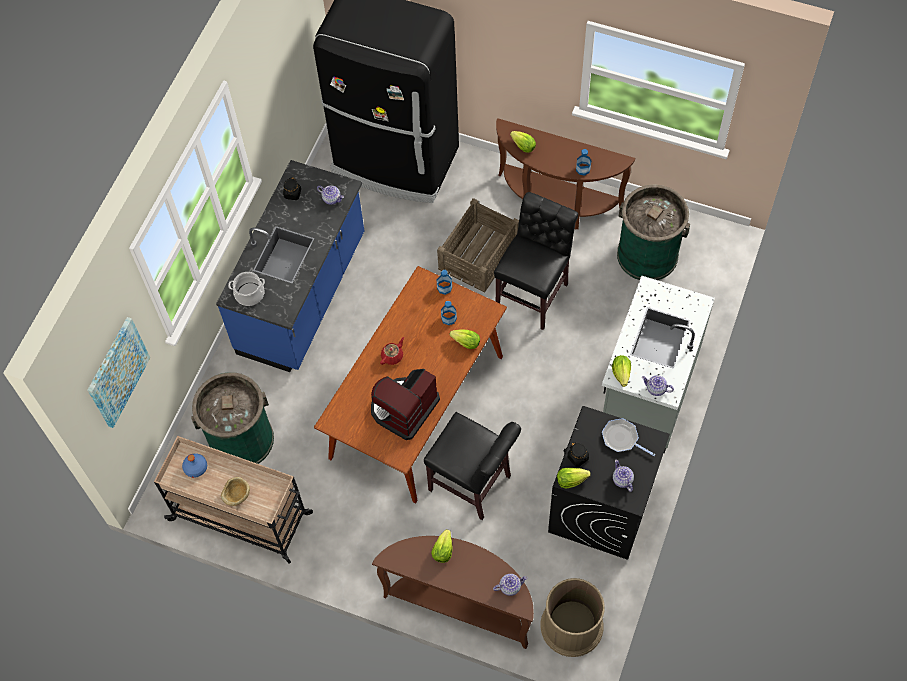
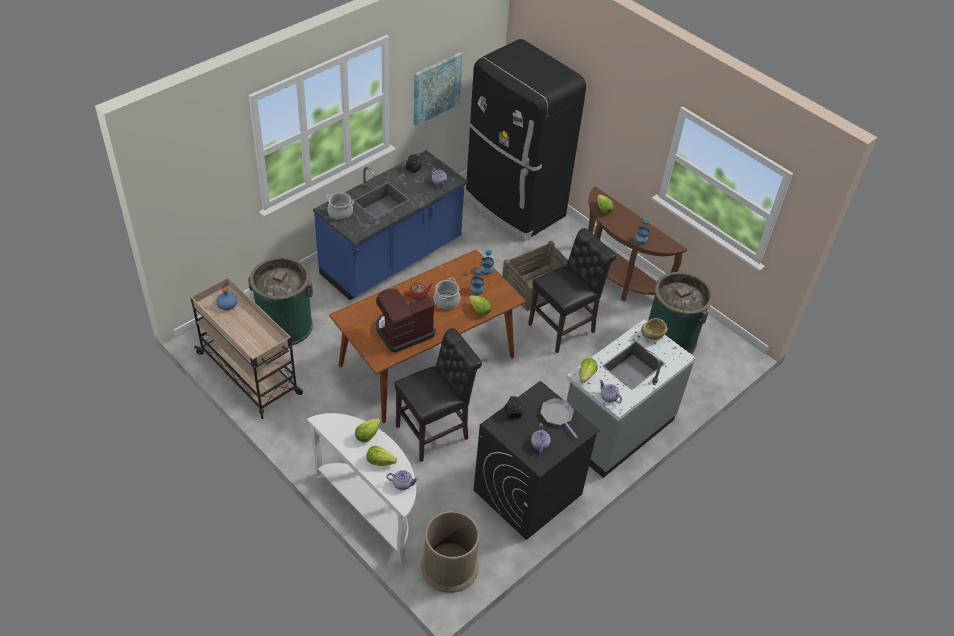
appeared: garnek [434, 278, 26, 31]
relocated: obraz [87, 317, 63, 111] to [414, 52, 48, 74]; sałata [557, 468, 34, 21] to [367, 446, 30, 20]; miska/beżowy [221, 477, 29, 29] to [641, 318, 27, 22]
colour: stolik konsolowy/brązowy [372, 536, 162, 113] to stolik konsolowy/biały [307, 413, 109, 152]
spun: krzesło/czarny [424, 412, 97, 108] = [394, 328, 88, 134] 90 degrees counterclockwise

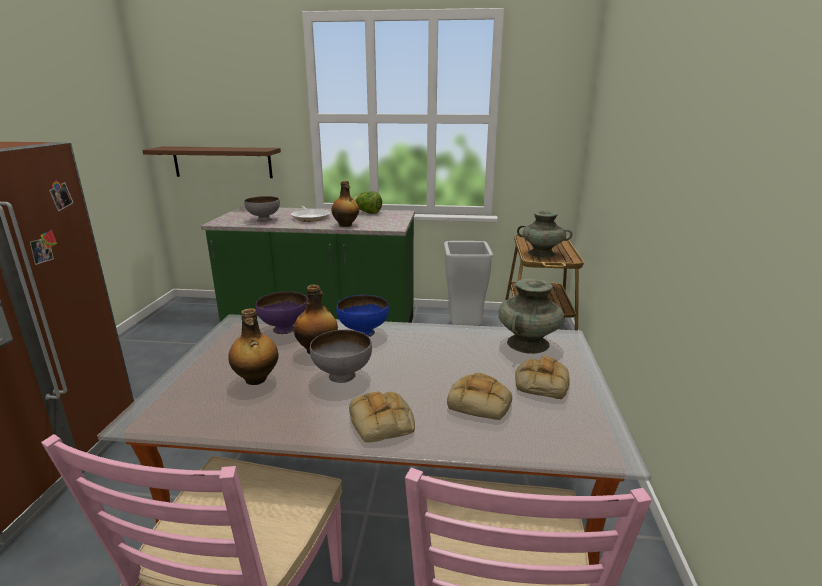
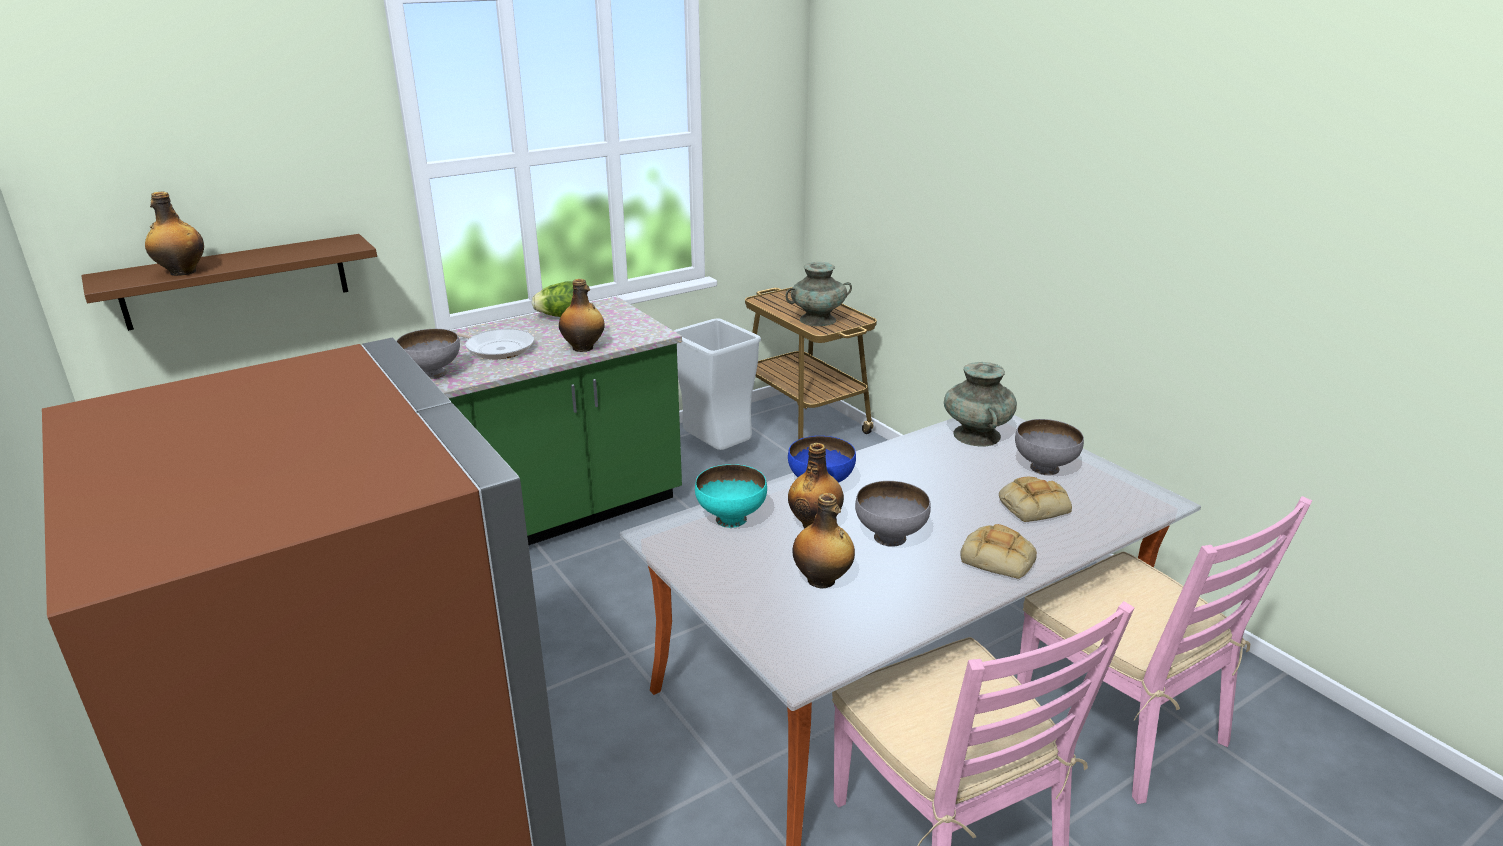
appeared: butelka [145, 192, 59, 84]
exchanged: chleb [515, 356, 55, 43] to miska/szary [1015, 419, 69, 56]
colour: miska/fioletowy [256, 292, 51, 42] to miska/turkusowy [695, 464, 72, 64]

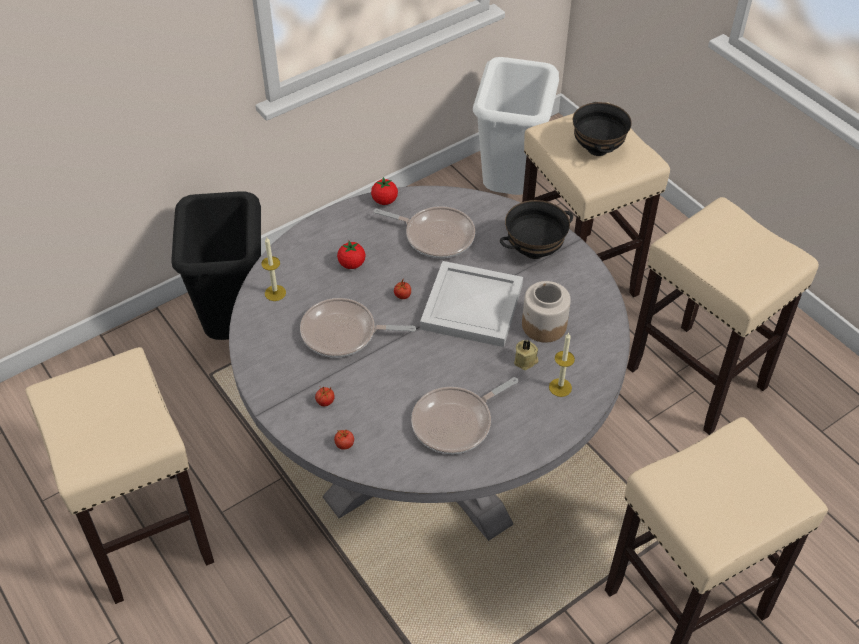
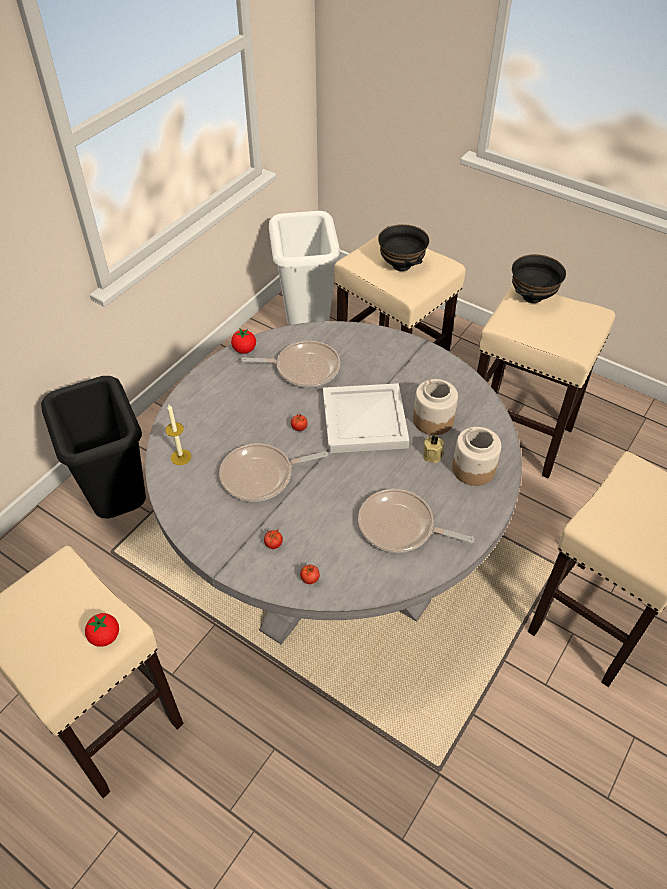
relocated: miska/czarny [500, 200, 73, 59] to [512, 254, 54, 49]; pomidor [337, 241, 29, 28] to [85, 613, 34, 34]
exchanged: świeca [549, 332, 26, 65] to słoik [452, 427, 49, 59]
spun: patelnia [411, 377, 107, 77] = [358, 489, 116, 64] 75 degrees clockwise

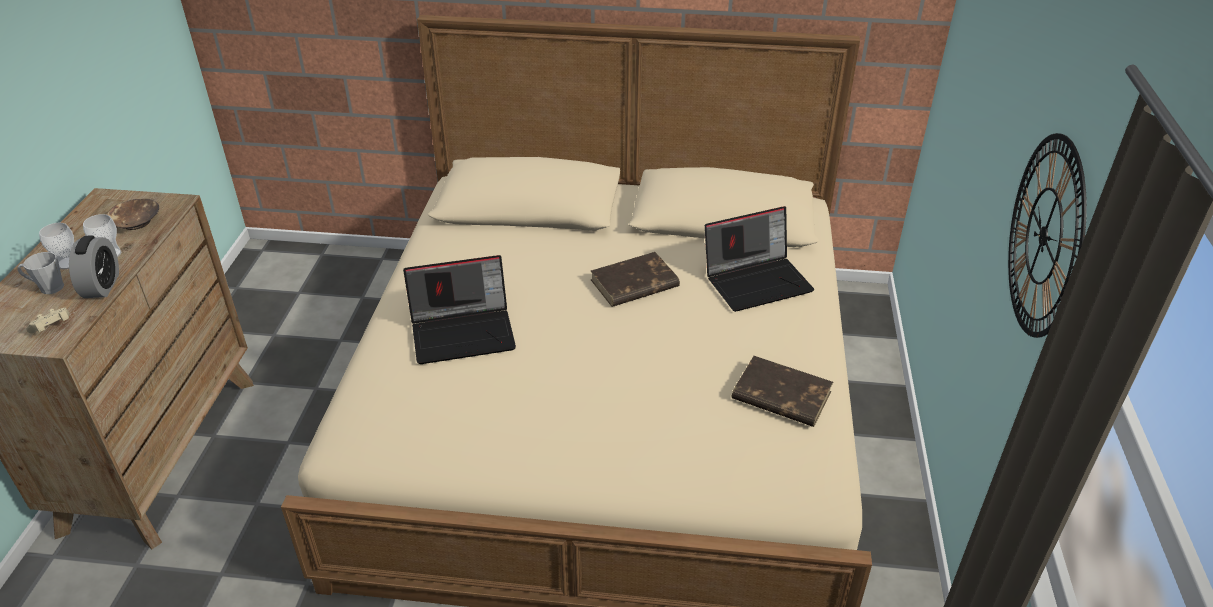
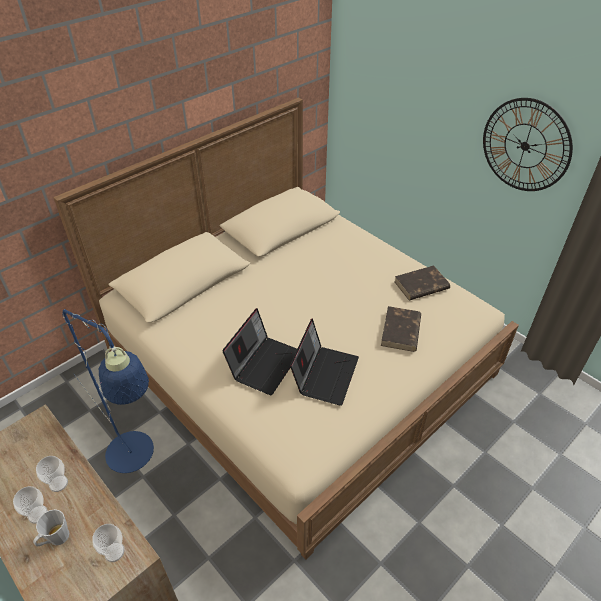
missing: miska/brązowy [107, 199, 52, 31]; budzik [69, 235, 50, 63]
appeared: lampa stojąca/niebieski [63, 309, 91, 164]
relocated: laptop [705, 206, 109, 106] to [290, 319, 69, 87]; książka/brązowy [591, 252, 89, 55] to [381, 306, 40, 46]
exchanged: pad do gier/beżowy [26, 308, 44, 25] to filiżanka [92, 524, 32, 38]

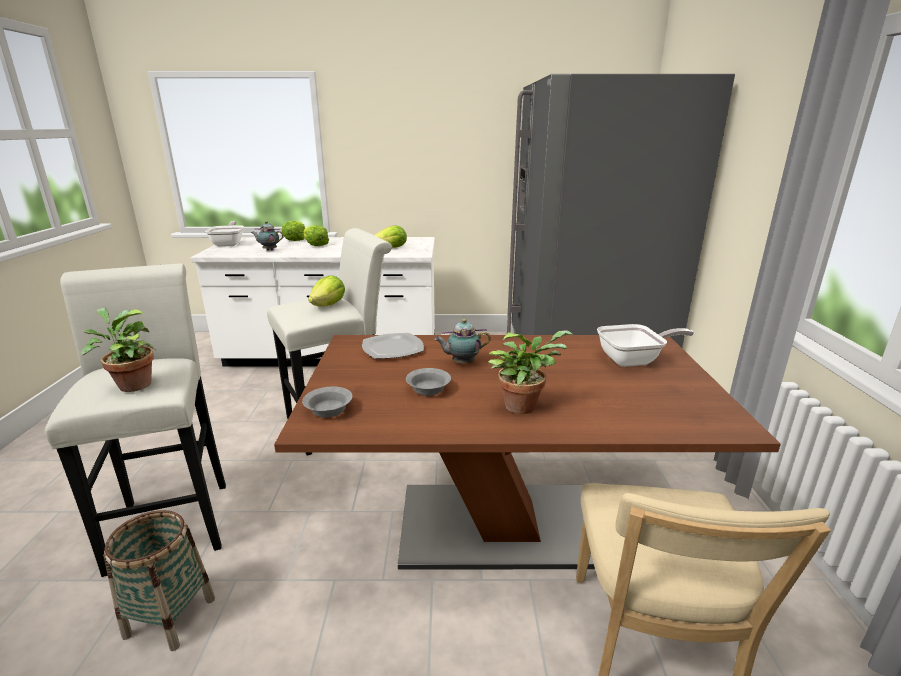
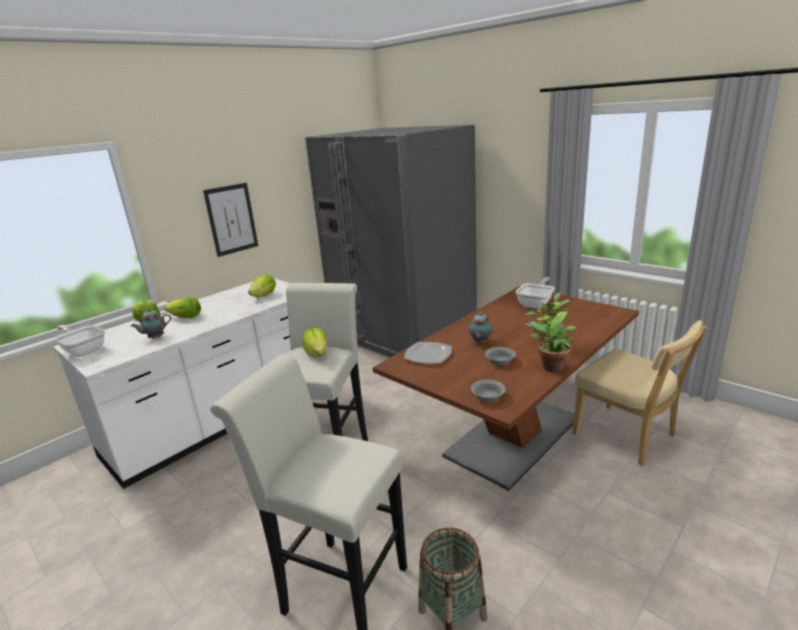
appeared: obraz [203, 183, 55, 74]
relocated: roślina doniczkowa [81, 307, 75, 85] to [523, 311, 54, 61]

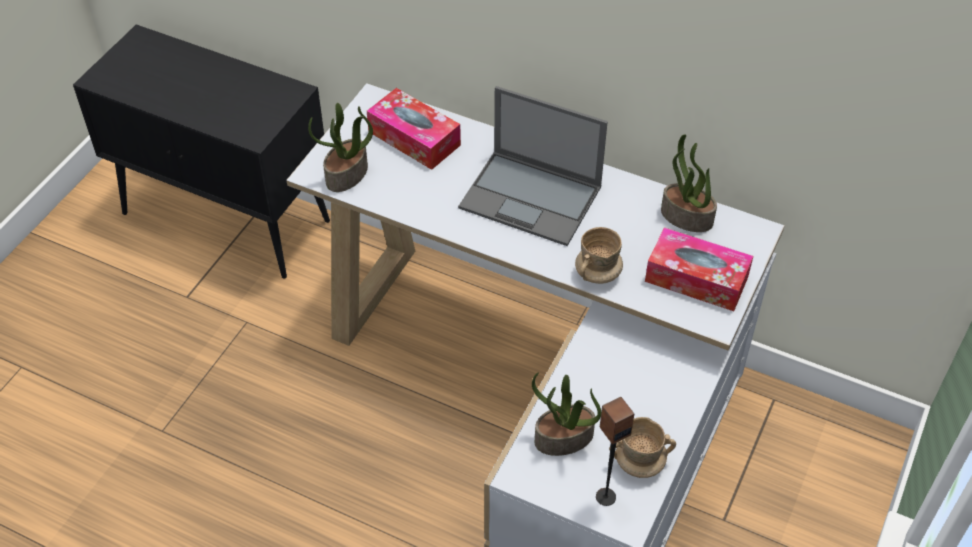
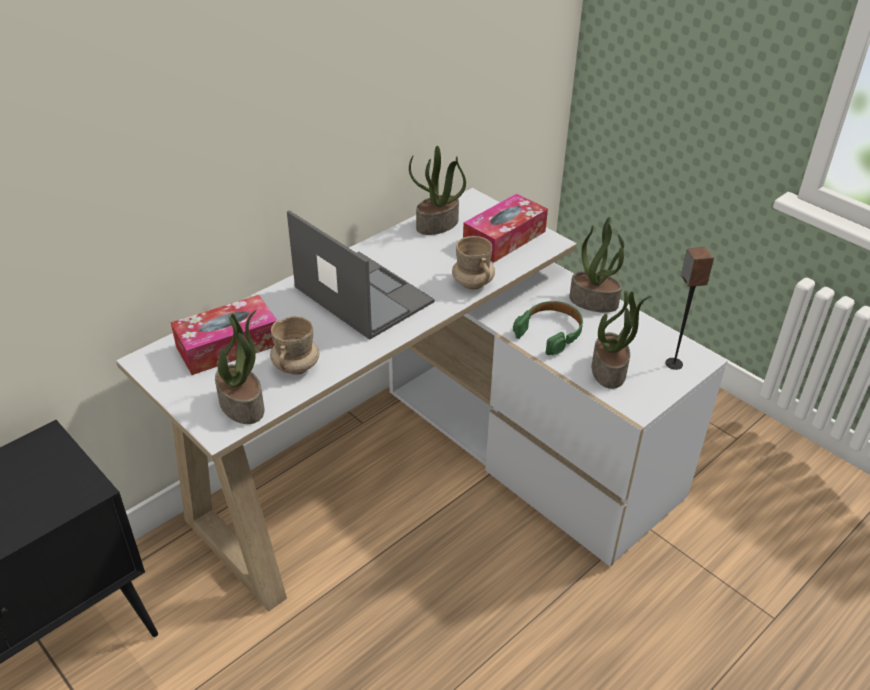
appeared: roślina doniczkowa [569, 217, 55, 96]; słuchawki/zielony [513, 301, 70, 54]
relocated: kubek/beżowy [609, 417, 67, 61] to [270, 316, 50, 59]
spun: laptop [458, 86, 150, 160] = [287, 210, 148, 130] 90 degrees counterclockwise

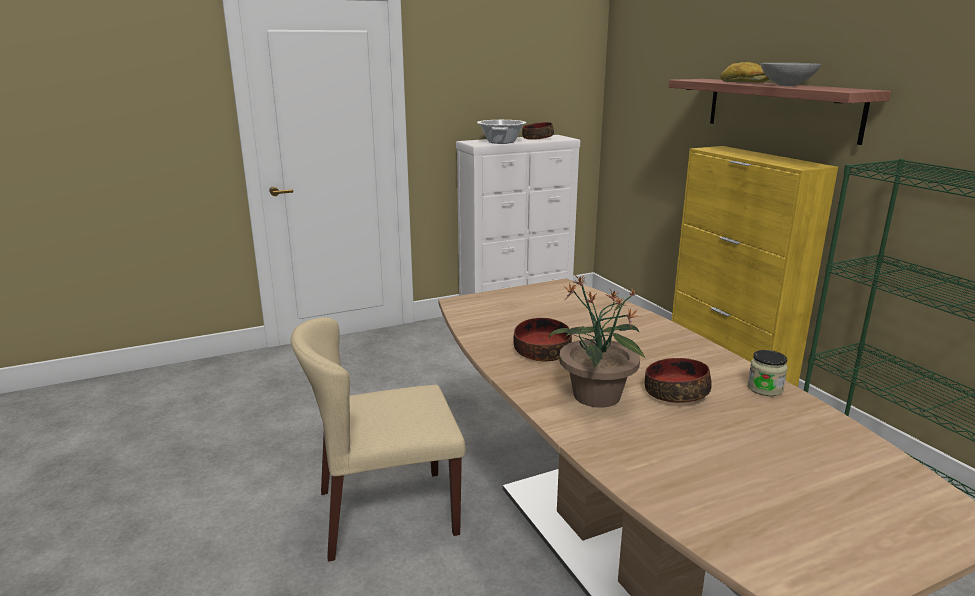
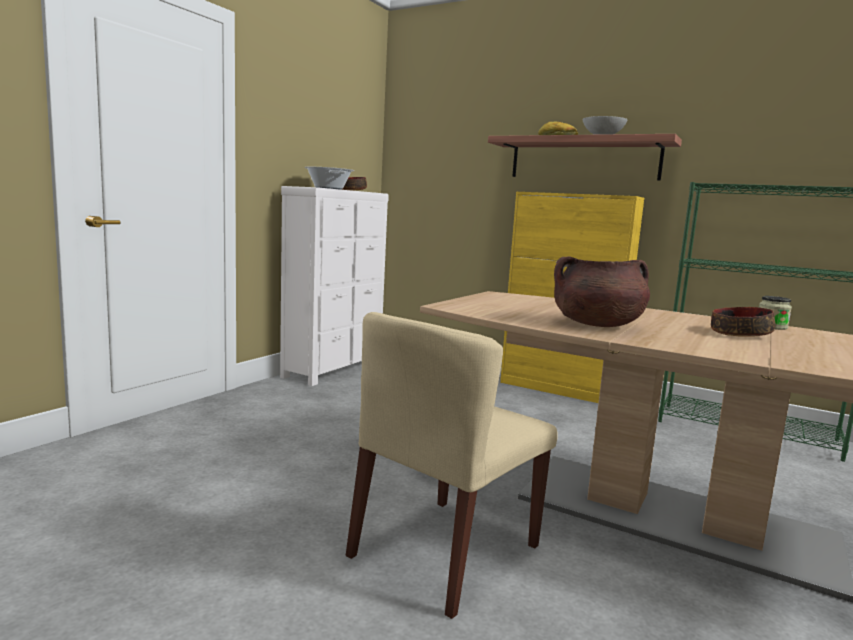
missing: roślina doniczkowa [548, 275, 97, 133]
exchanged: miska [513, 318, 59, 43] to garnek/brązowy [554, 256, 96, 71]

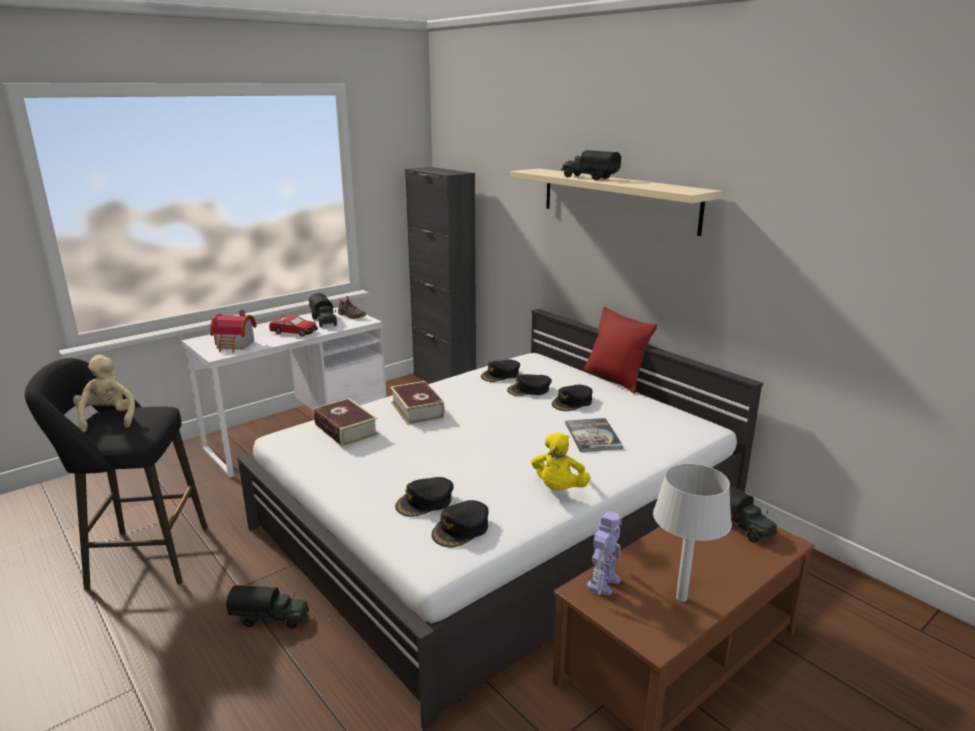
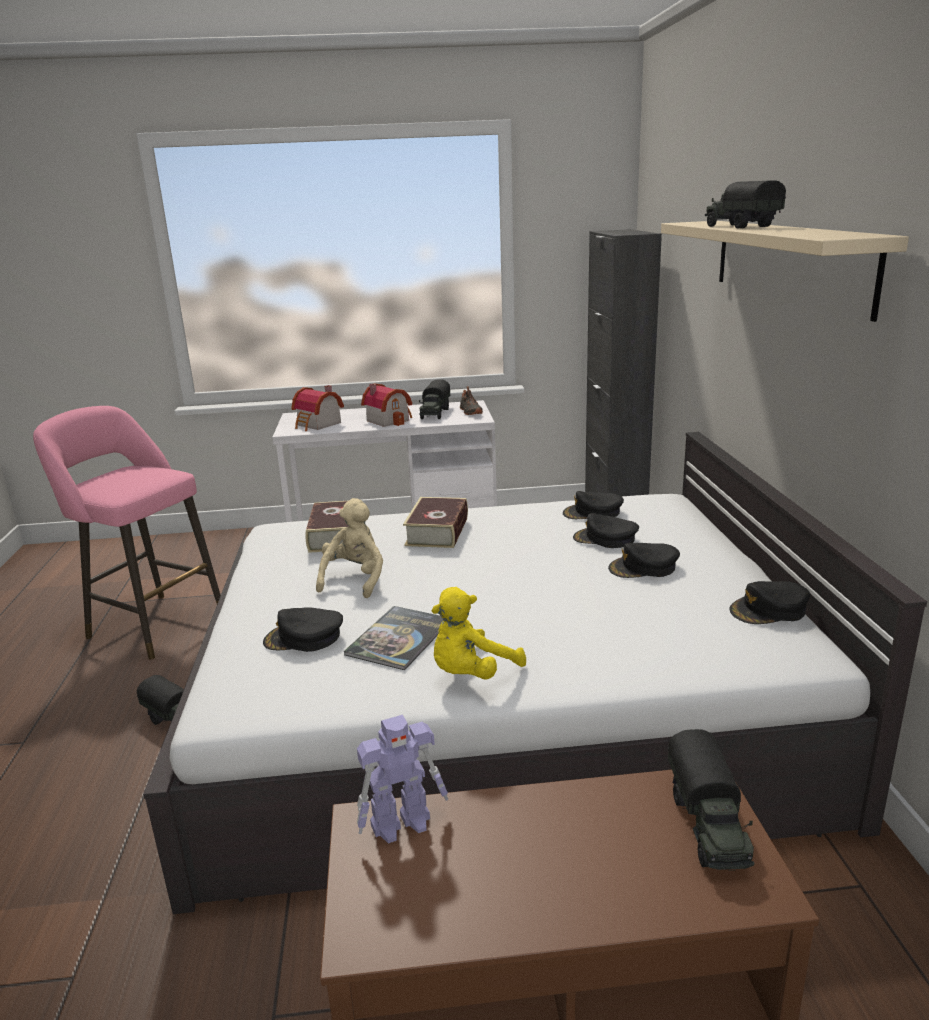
missing: poduszka/czerwony [583, 307, 74, 87]; lampa stołowa/szary [653, 463, 79, 139]
relocated: pluszak/beżowy [73, 355, 62, 77] to [316, 498, 67, 100]; książka [565, 418, 58, 34] to [344, 606, 100, 64]; czapka z daszkiem/czarny [431, 500, 58, 47] to [729, 581, 81, 43]
exchanged: samochodzik [269, 316, 49, 20] to domek [361, 383, 51, 44]
colour: stołek/czarny [25, 358, 183, 232] to stołek/różowy [33, 406, 188, 254]

